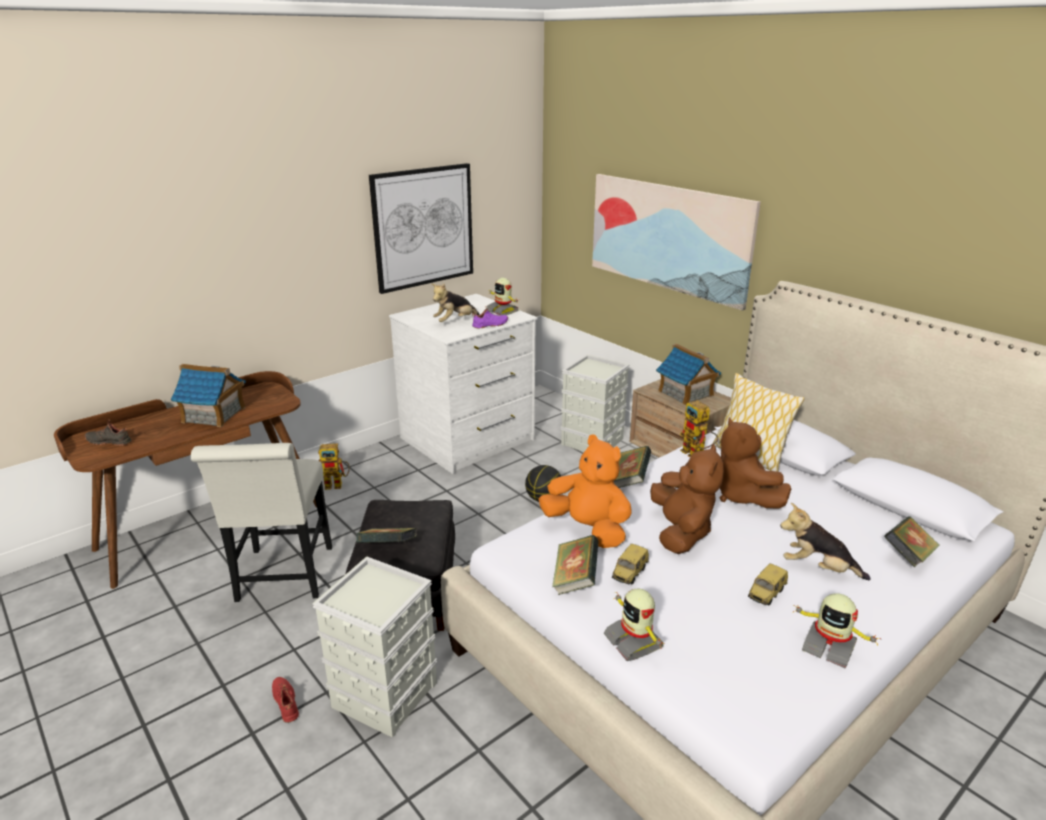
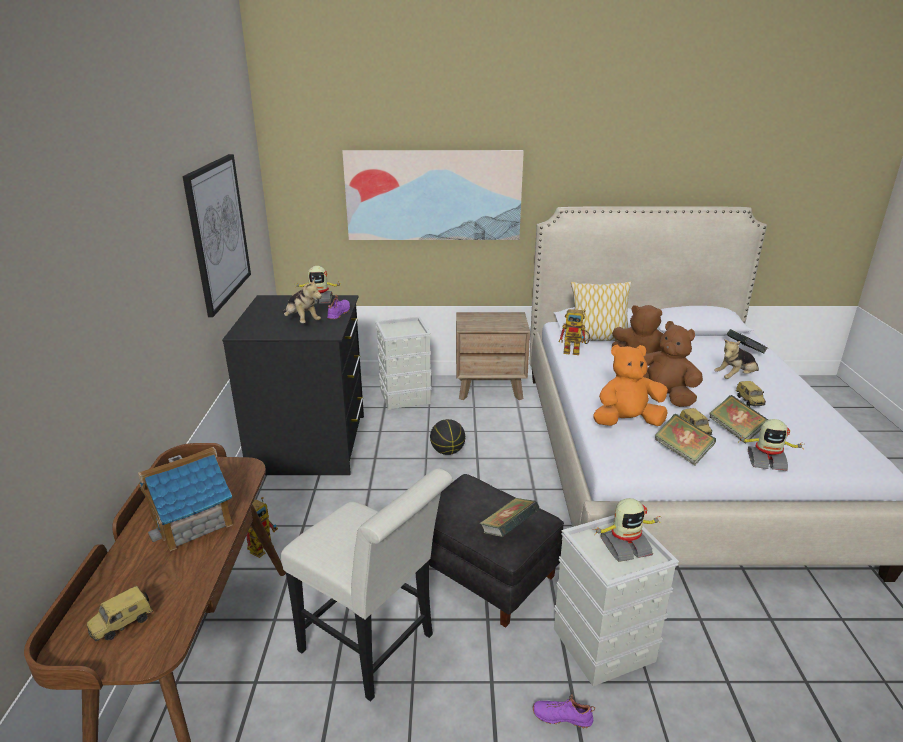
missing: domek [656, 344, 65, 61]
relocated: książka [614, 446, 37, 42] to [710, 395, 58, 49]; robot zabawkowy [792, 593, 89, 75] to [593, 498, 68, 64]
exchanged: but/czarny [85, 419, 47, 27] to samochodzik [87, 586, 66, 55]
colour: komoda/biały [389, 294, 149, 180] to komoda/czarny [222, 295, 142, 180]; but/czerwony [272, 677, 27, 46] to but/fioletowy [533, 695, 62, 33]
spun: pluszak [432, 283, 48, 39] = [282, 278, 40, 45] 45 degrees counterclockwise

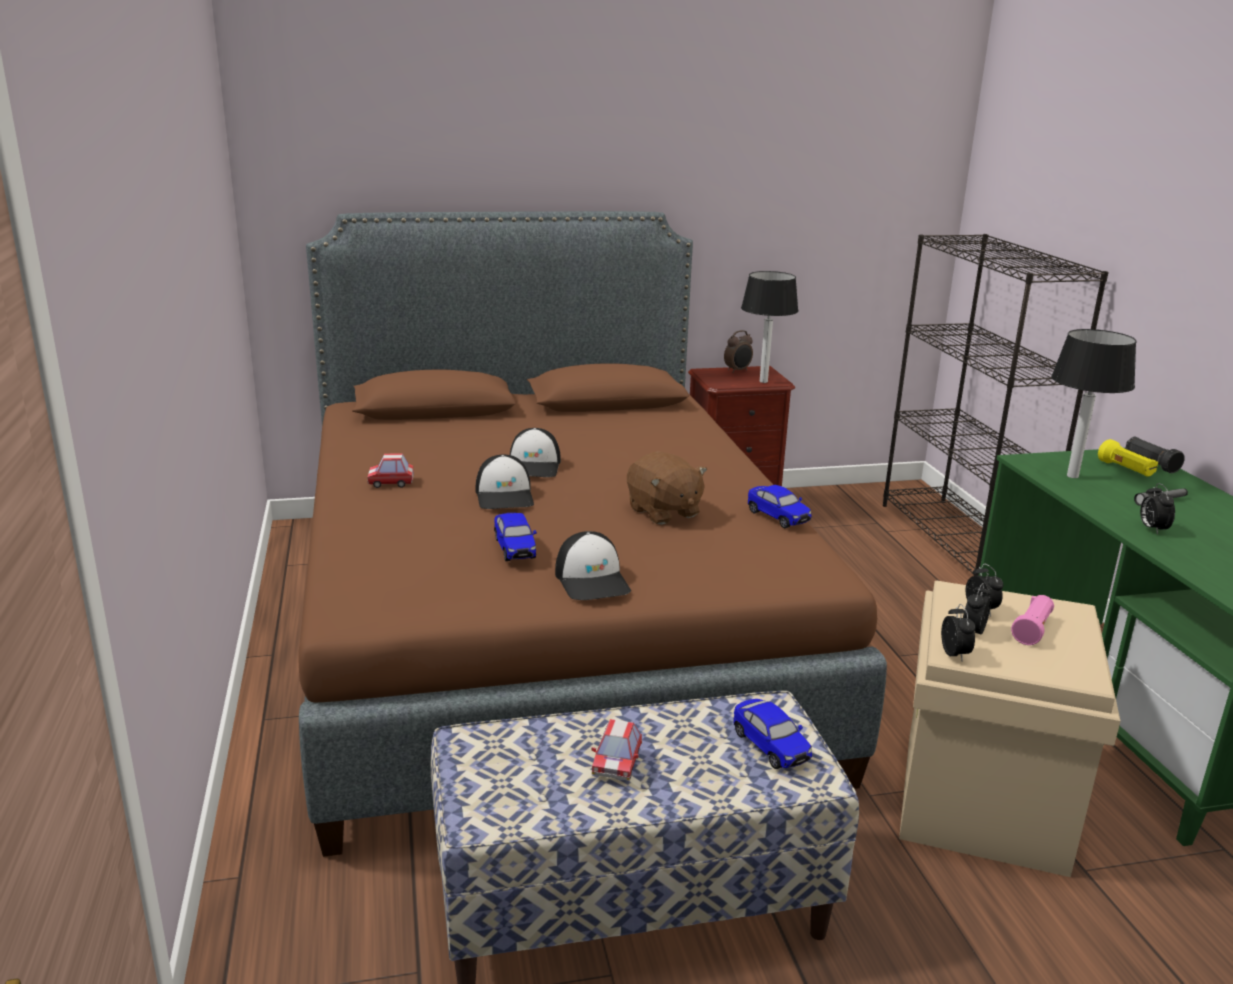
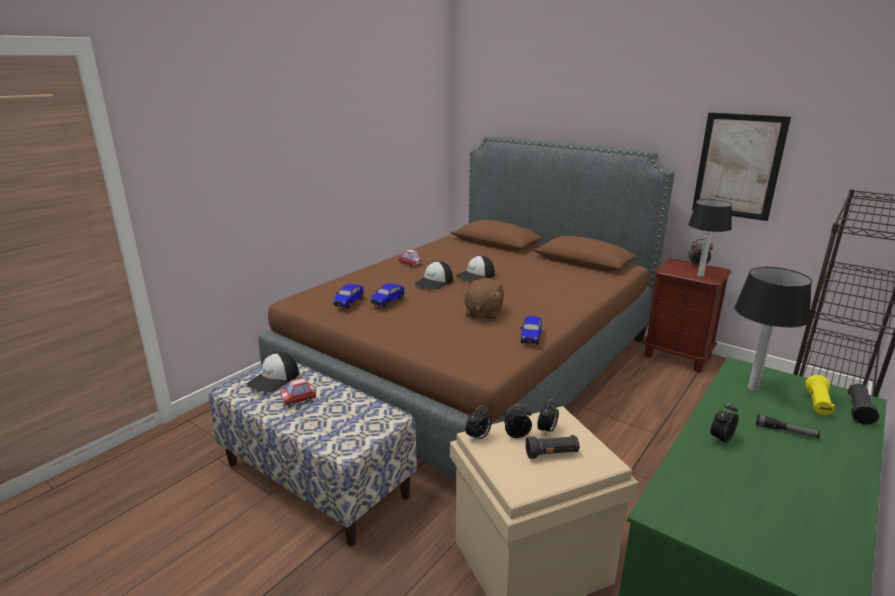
appeared: obraz [692, 112, 99, 109]
relocated: czapka z daszkiem [555, 531, 76, 69] to [247, 352, 52, 40]; samochodzik [733, 699, 79, 70] to [333, 284, 31, 24]
colour: latarka/różowy [1011, 595, 43, 50] to latarka/czarny [525, 435, 55, 24]

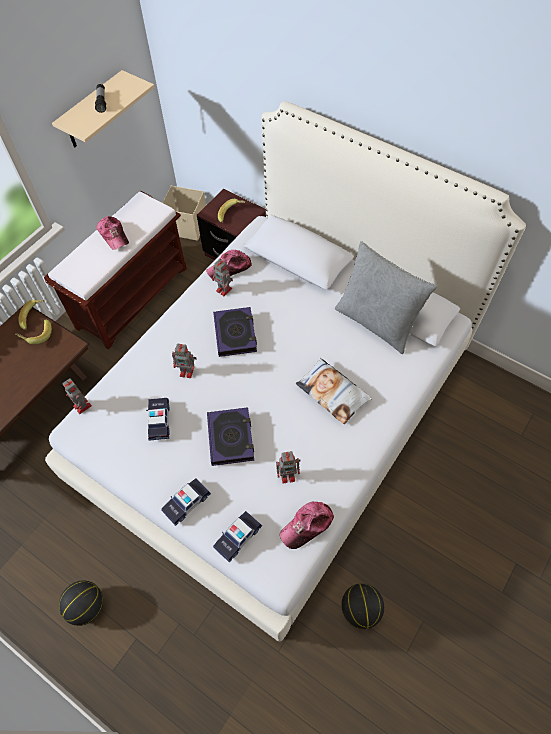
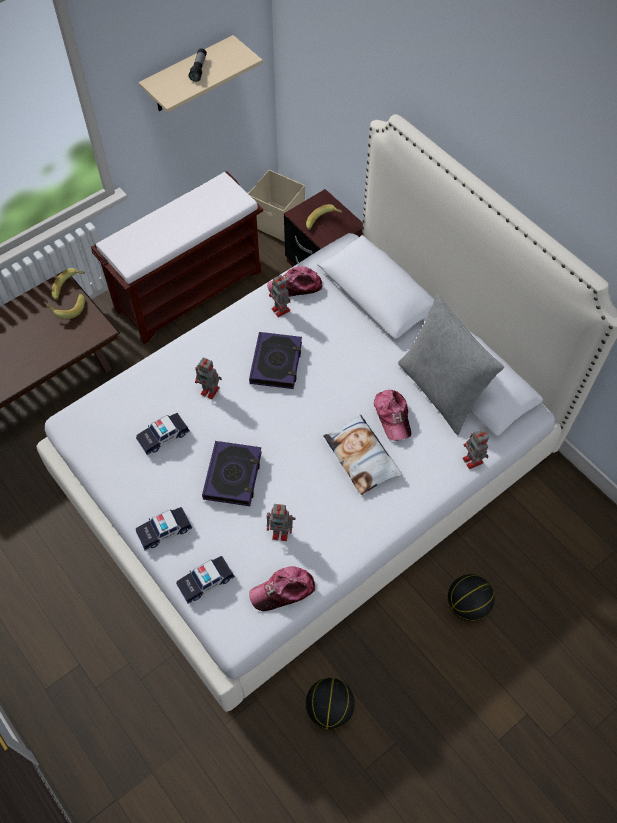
relocated: czapka z daszkiem [97, 216, 32, 34] to [374, 390, 37, 51]; robot zabawkowy [62, 378, 30, 36] to [463, 429, 26, 40]; piłka do koszykówki [59, 581, 44, 45] to [448, 574, 47, 48]
spun: samochodzik [146, 398, 24, 43] = [136, 413, 54, 42] 135 degrees counterclockwise

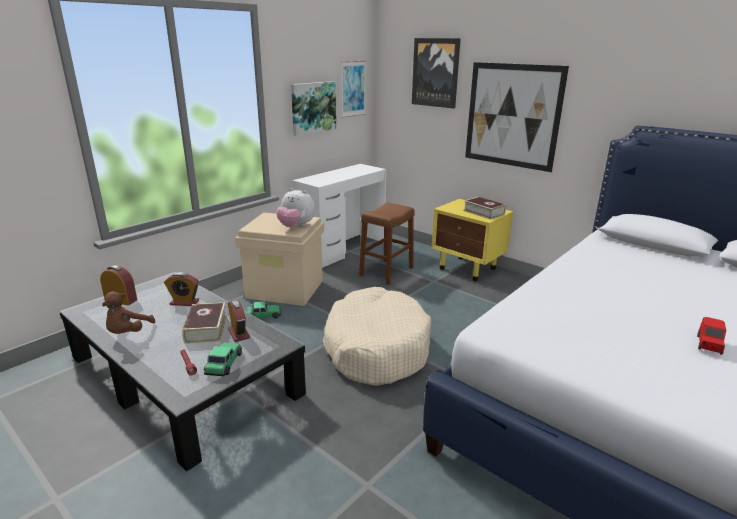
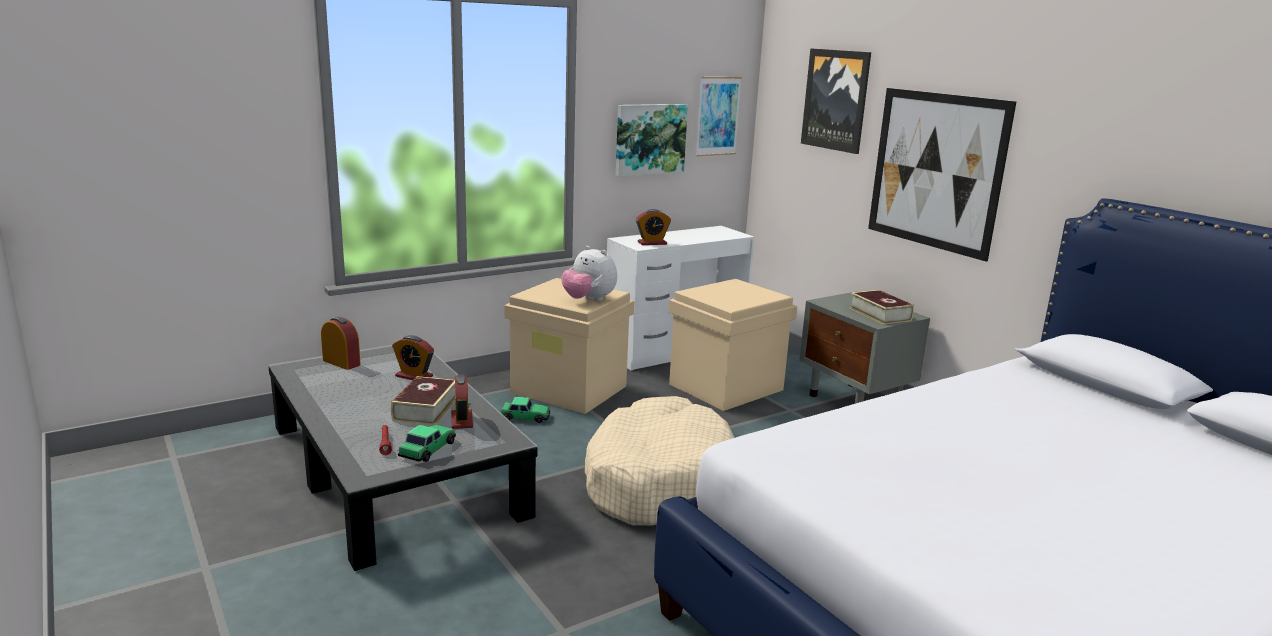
missing: pluszak/brązowy [102, 291, 53, 43]; samochodzik/czerwony [697, 317, 29, 38]
appeared: budzik [636, 209, 35, 36]
exchanged: stołek/brązowy [359, 203, 55, 82] to pojemnik do przechowywania/beżowy [669, 279, 128, 132]
colour: szafka nocna/żółty [432, 199, 81, 82] to szafka nocna/szary [799, 292, 131, 112]

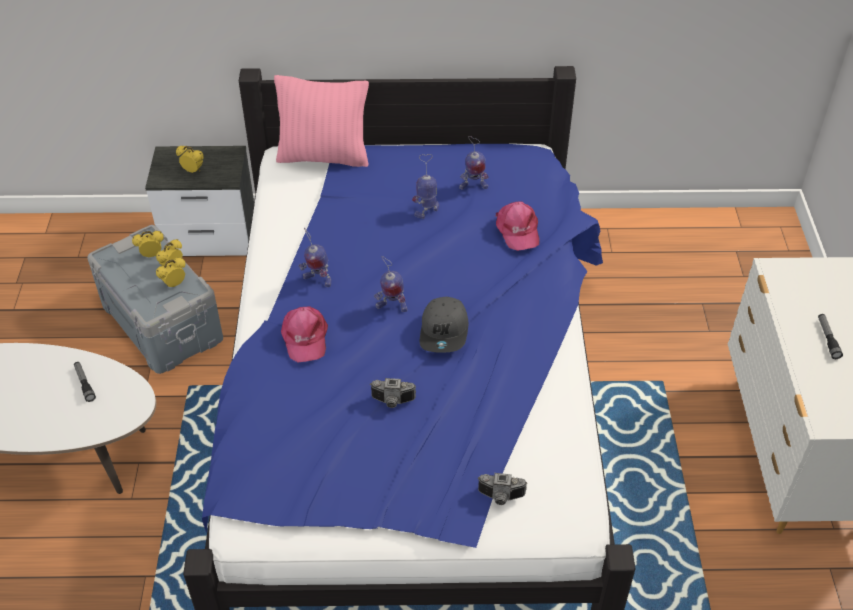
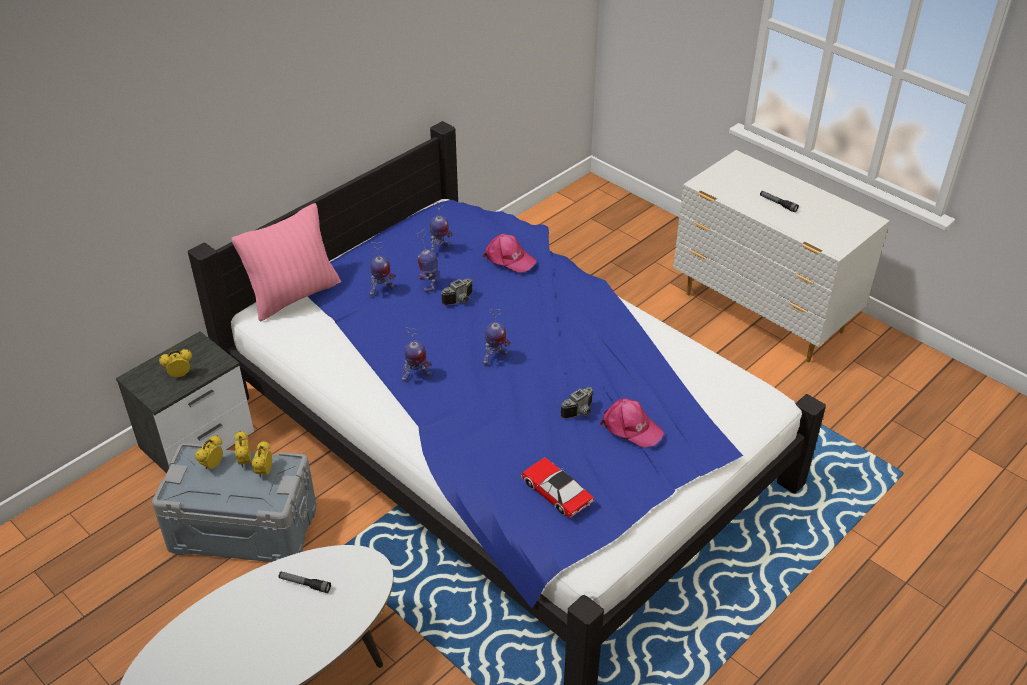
missing: czapka z daszkiem/szary [420, 297, 49, 56]
appeared: robot zabawkowy [369, 242, 26, 55]; samochodzik [521, 457, 73, 61]
relocated: czapka z daszkiem/różowy [281, 306, 47, 56] to [600, 399, 64, 49]; aparat fotograficzny [478, 473, 50, 32] to [441, 278, 32, 27]

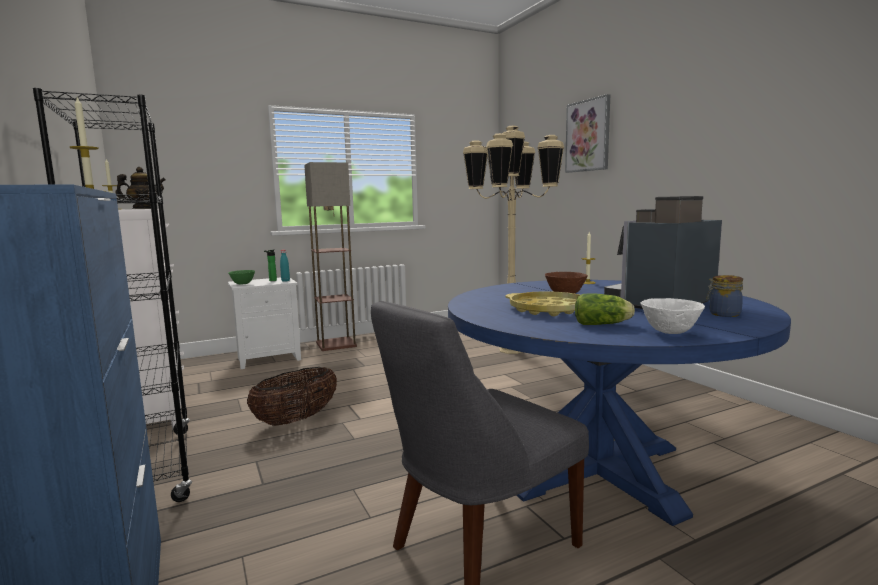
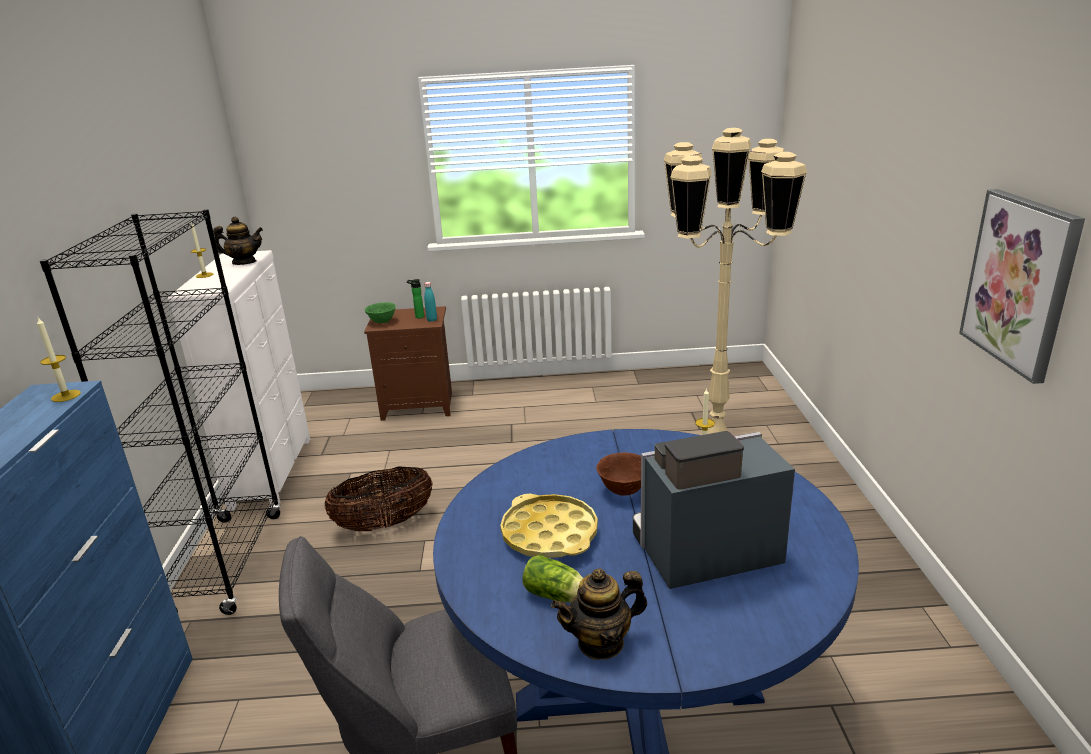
missing: lampa stojąca [304, 162, 53, 189]; słoik [707, 275, 36, 42]
relocated: obraz [565, 94, 45, 79] to [959, 189, 126, 195]
exchanged: miska/biały [640, 298, 65, 36] to imbryk [551, 568, 96, 92]
colour: szafka nocna/biały [228, 277, 73, 92] to szafka nocna/brązowy [364, 306, 88, 115]

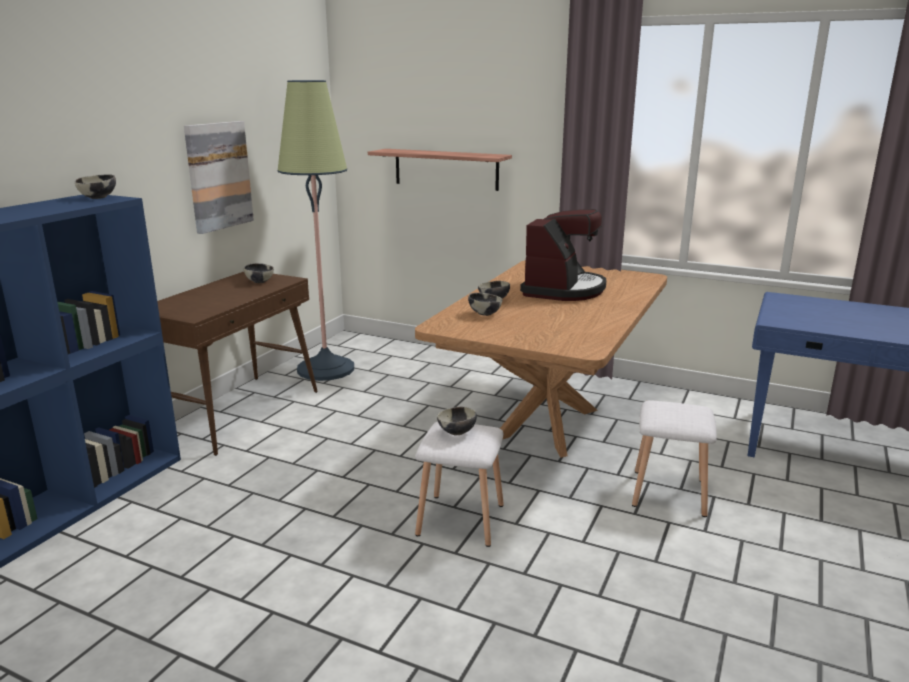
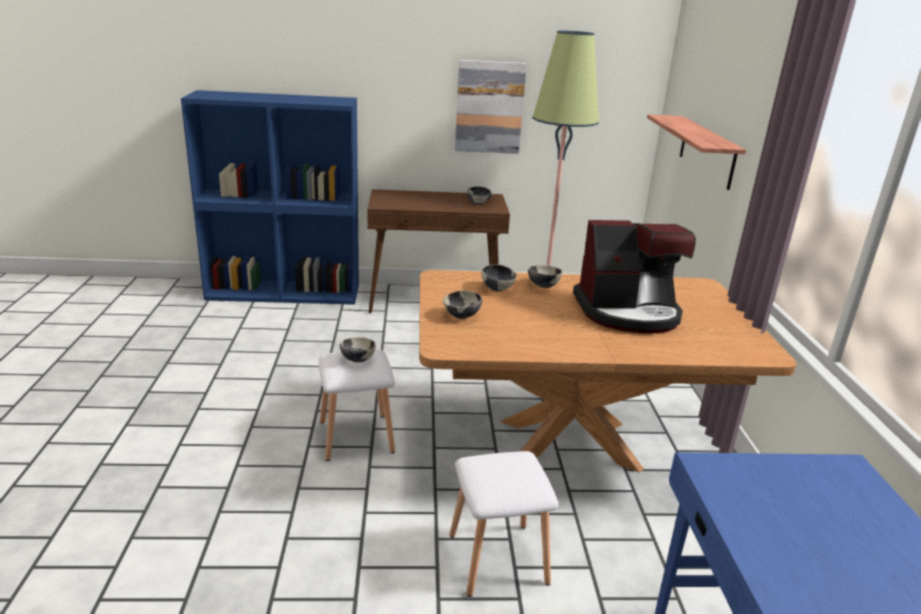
relocated: miska [75, 174, 41, 25] to [443, 291, 39, 28]

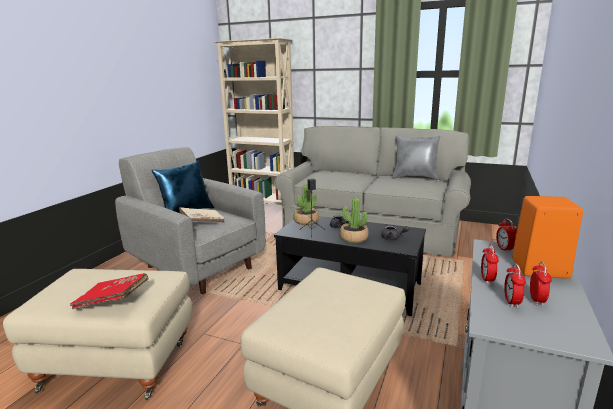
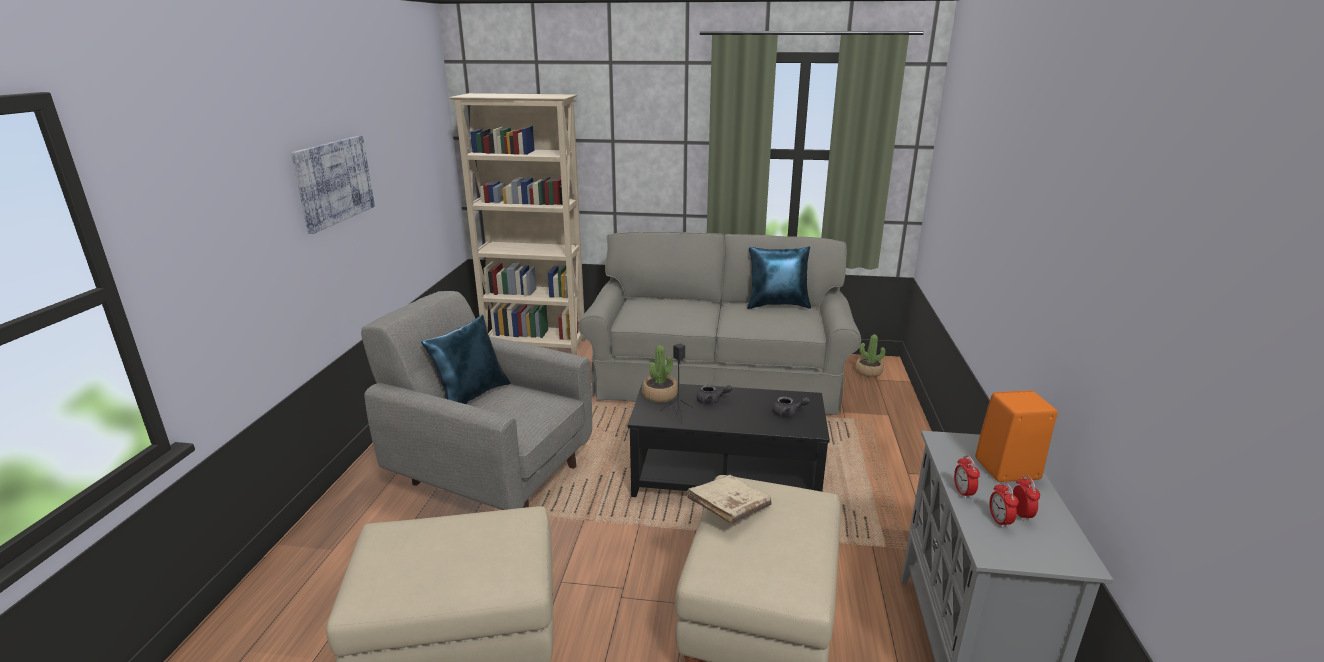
missing: budzik [496, 218, 21, 35]; książka/czerwony [70, 273, 79, 36]
appeared: obraz [291, 135, 84, 99]
relocated: roślina doniczkowa [340, 197, 29, 46] to [855, 335, 30, 42]; książka/beżowy [179, 207, 46, 15] to [687, 475, 84, 49]
colour: poduszka/szary [392, 135, 48, 45] to poduszka/niebieski [747, 246, 64, 63]

